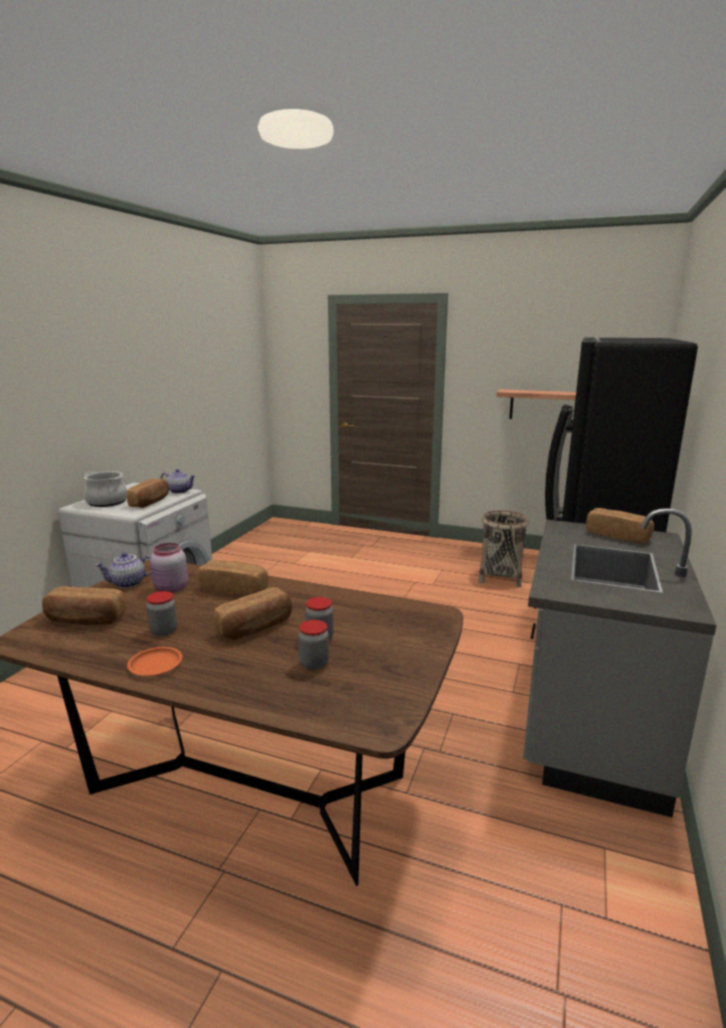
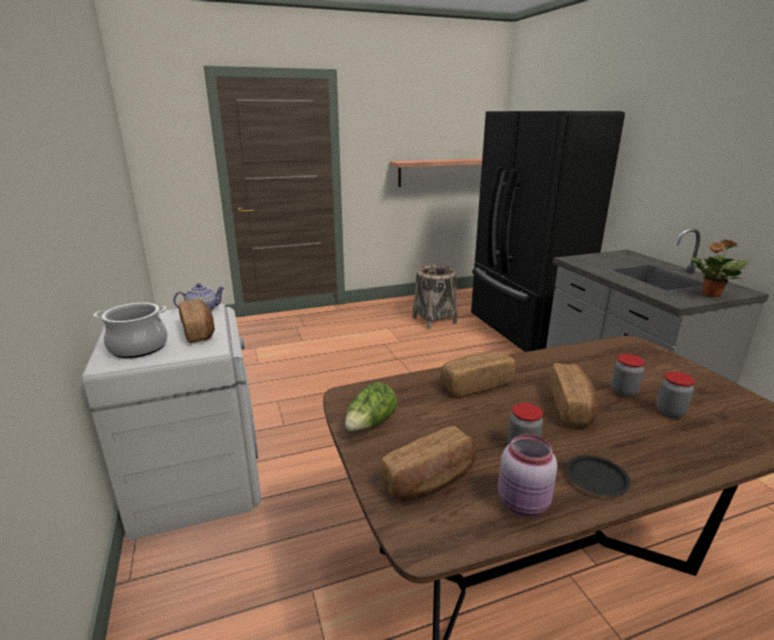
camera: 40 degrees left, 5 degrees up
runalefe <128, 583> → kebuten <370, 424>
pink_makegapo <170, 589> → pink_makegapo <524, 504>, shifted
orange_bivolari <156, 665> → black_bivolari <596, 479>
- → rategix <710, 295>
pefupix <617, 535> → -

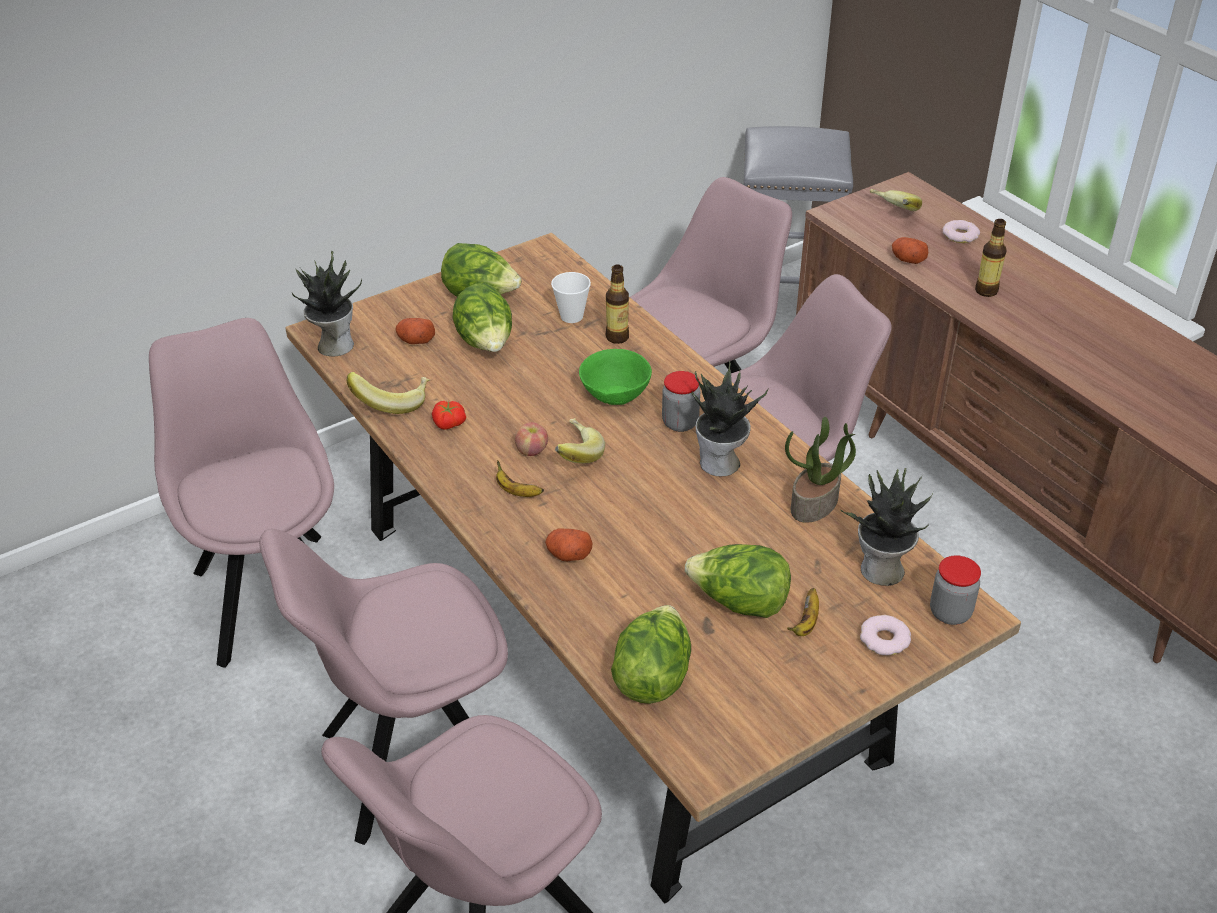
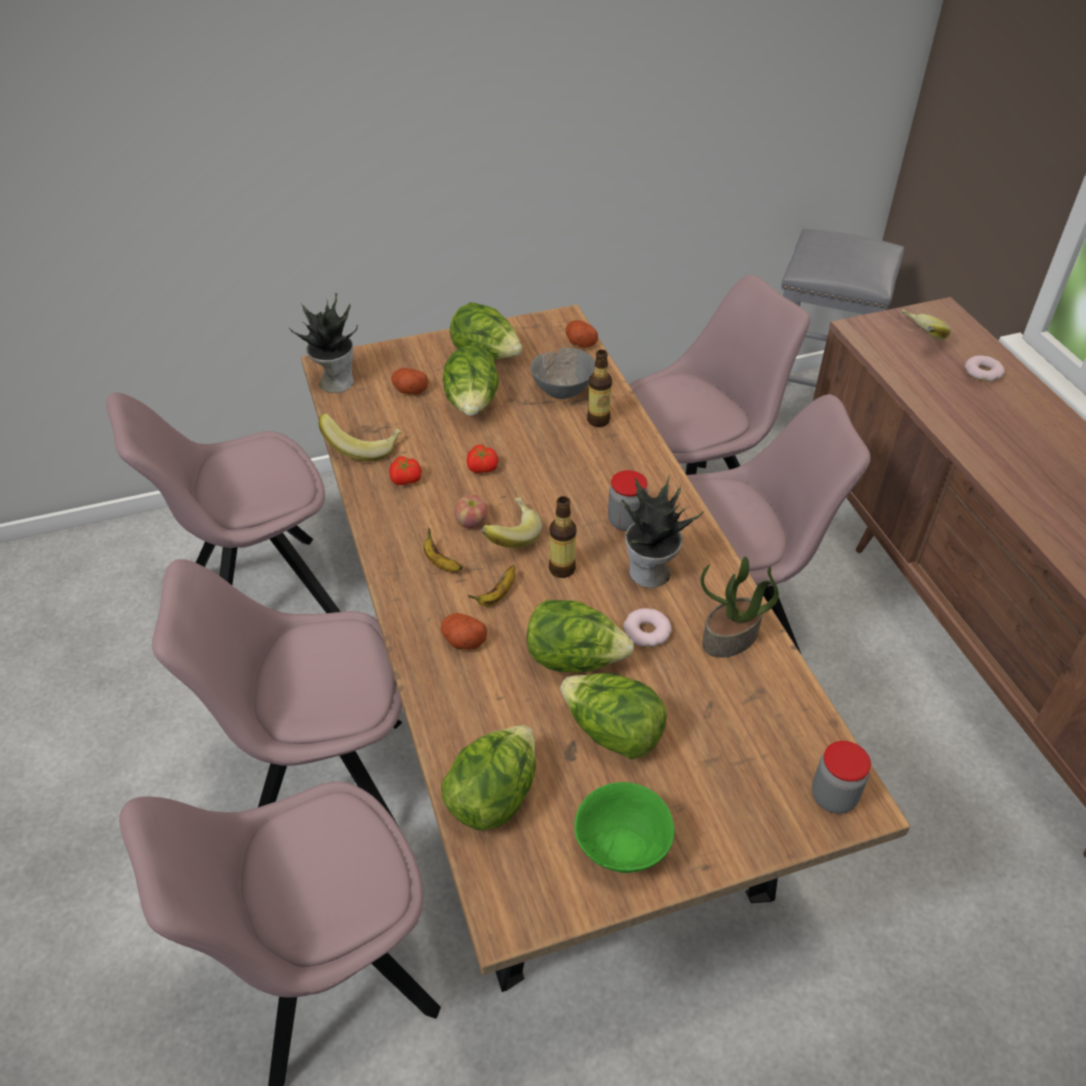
camera: 15 degrees right, 5 degrees up
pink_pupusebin <273, 596> → pink_pupusebin <263, 596>, 105 degrees counterclockwise
- → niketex <481, 468>
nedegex <806, 623> → nedegex <497, 595>, shifted
- → kebuten <574, 659>
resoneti <571, 316> → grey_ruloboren <563, 391>
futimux <986, 291> → futimux <562, 569>, shifted
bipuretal <907, 259> → bipuretal <580, 342>, shifted
green_ruloboren <615, 398> → green_ruloboren <621, 849>, shifted
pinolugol <884, 639> → pinolugol <646, 631>, shifted
rategix <881, 571> → -

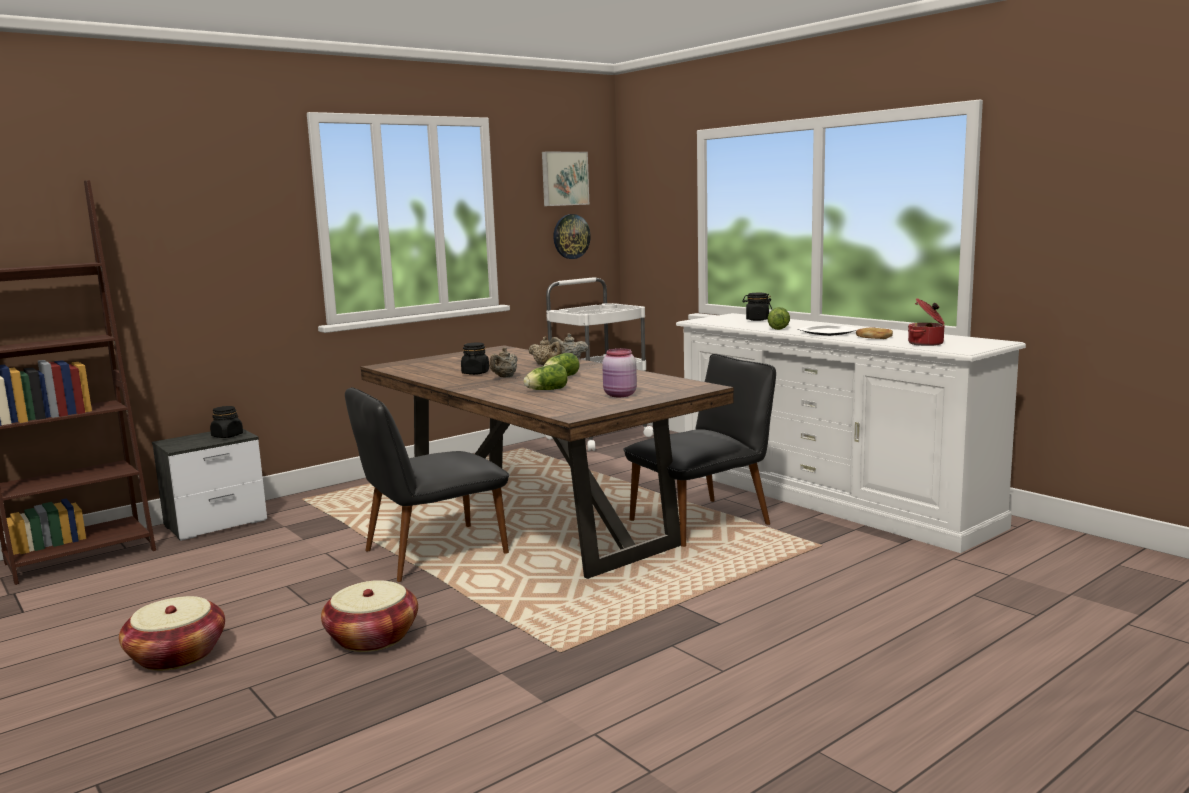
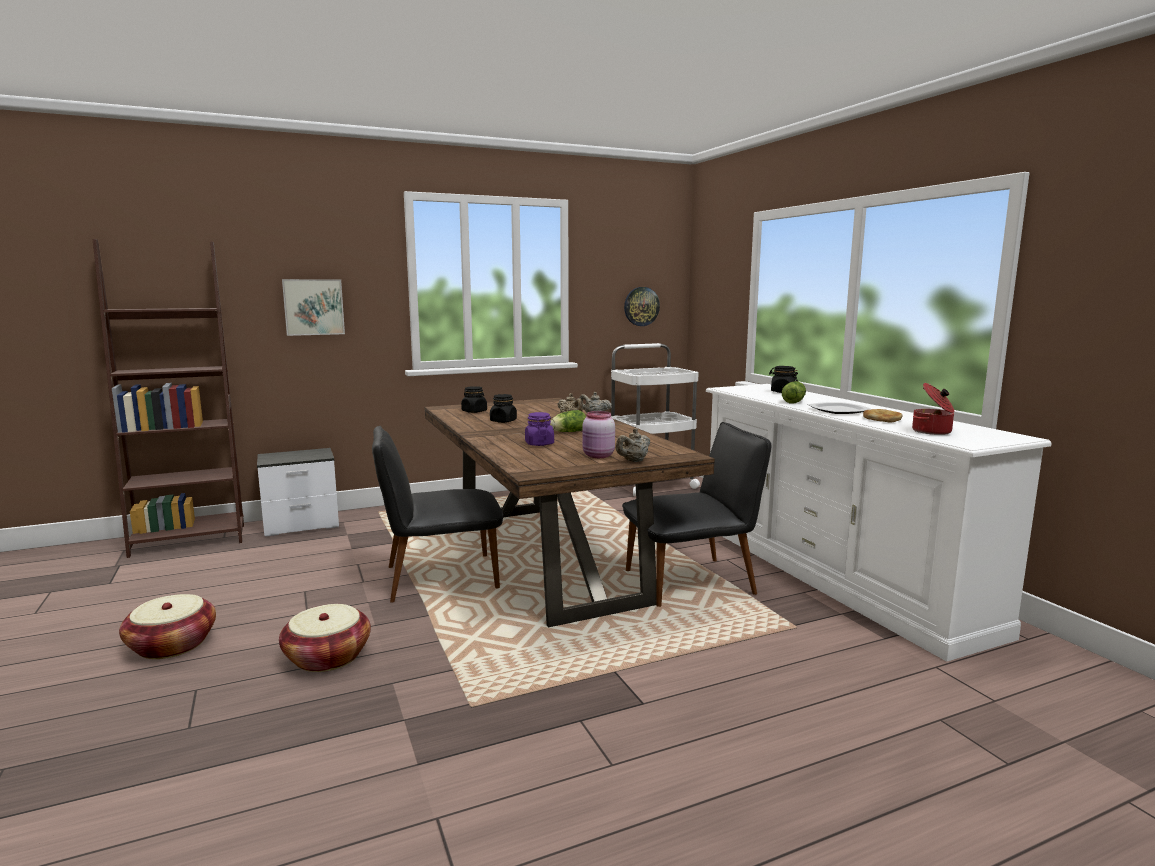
camera: 15 degrees right, 0 degrees up
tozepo <564, 178> → tozepo <313, 307>, shifted
black_makegapo <227, 436> → black_makegapo <474, 411>, shifted
kebuten <545, 390> → purple_makegapo <539, 444>
beige_runalefe <504, 377> → beige_runalefe <633, 461>, shifted

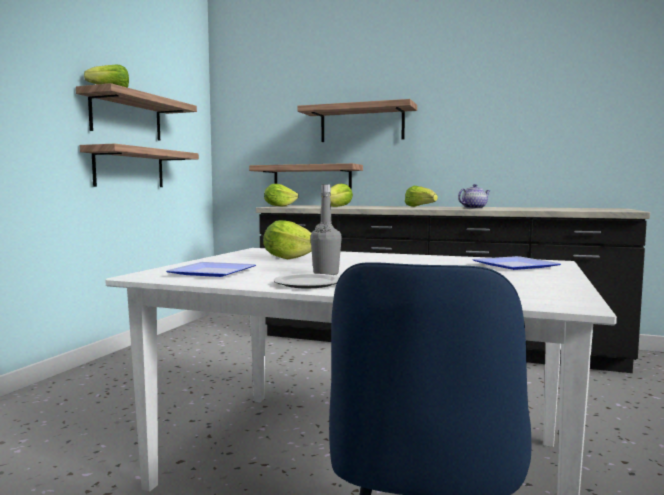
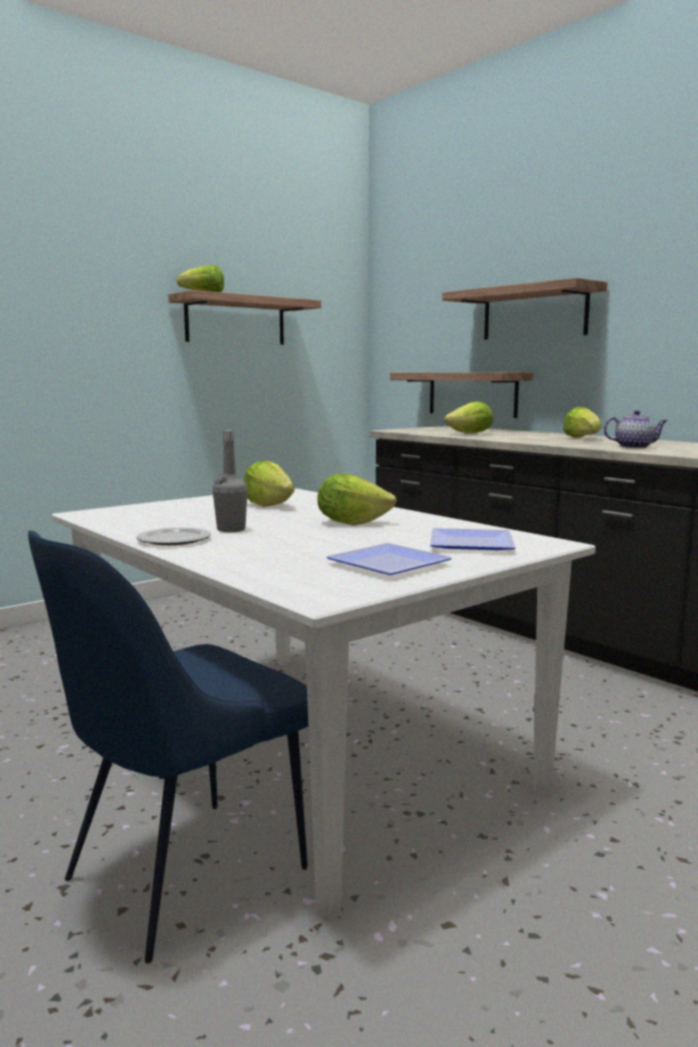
camera: 30 degrees right, 5 degrees up
kebuten <279, 206> → kebuten <351, 523>, shifted
bivolari <209, 273> → bivolari <384, 564>, shifted
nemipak <129, 168> → -

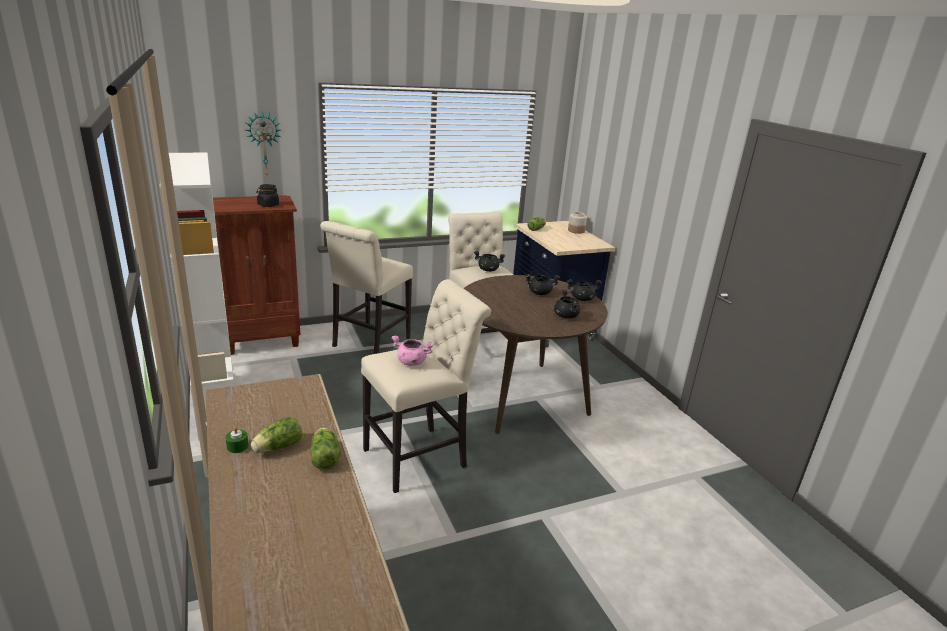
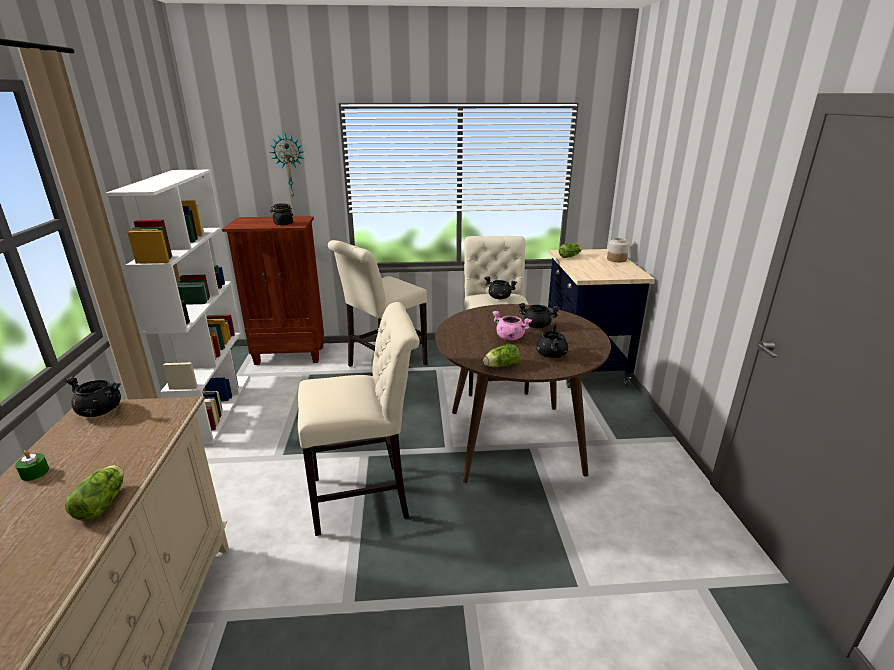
camera: 20 degrees right, 0 degrees up
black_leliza <582, 299> → black_leliza <100, 411>, shifted
kebuten <276, 447> → kebuten <500, 366>, shifted
pink_leliza <411, 362> → pink_leliza <509, 337>, shifted

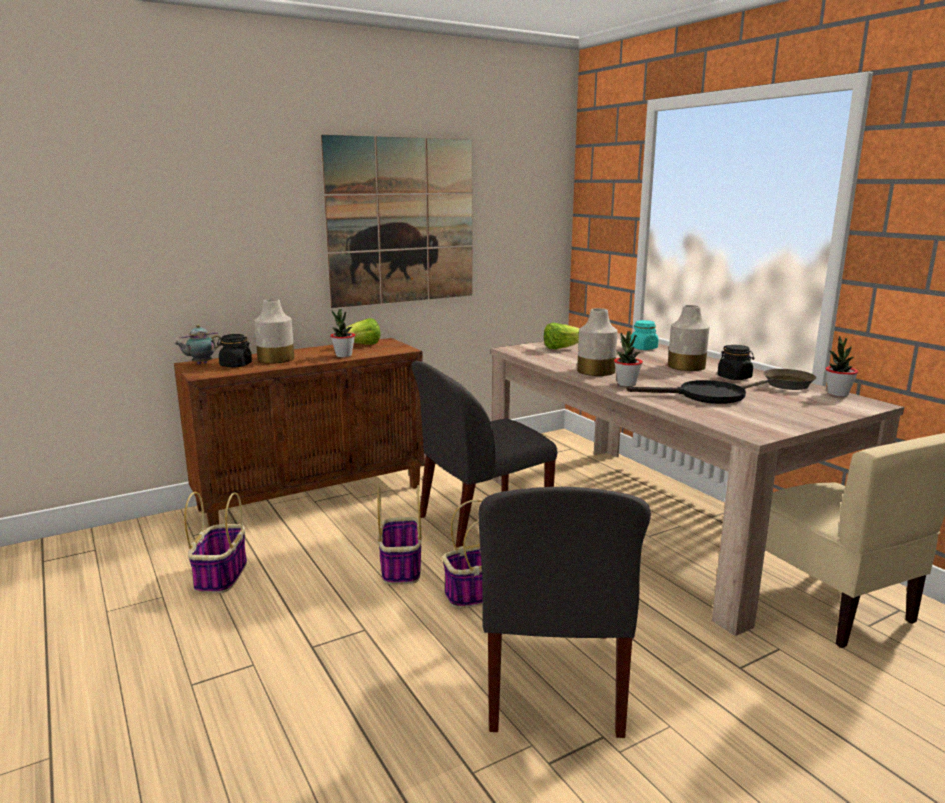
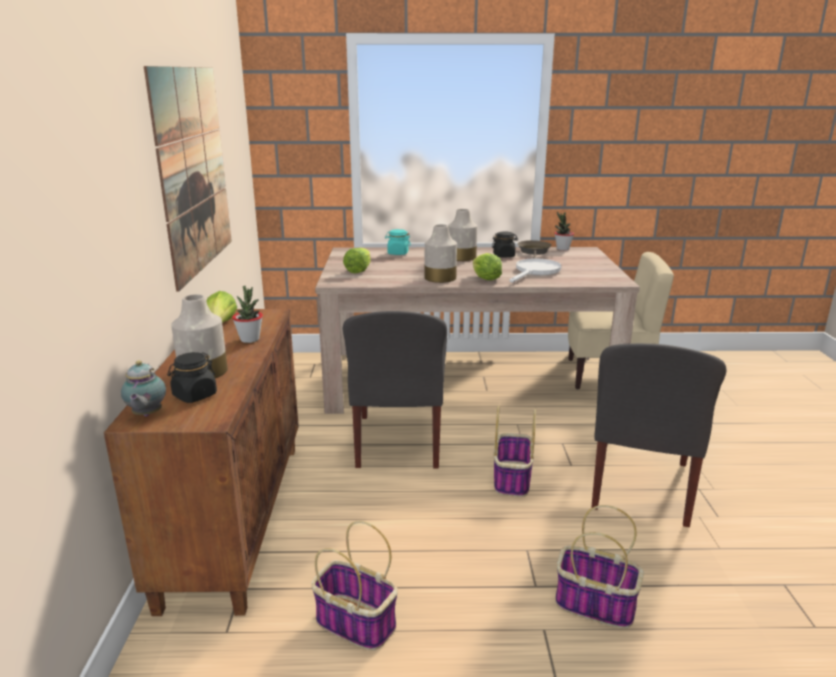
camera: 60 degrees left, 5 degrees up
rategix <626, 384> → kebuten <485, 279>
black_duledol <702, 396> → white_duledol <535, 272>
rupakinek <400, 567> → rupakinek <593, 604>, shifted
grey_pupusebin <552, 683> → grey_pupusebin <639, 487>, 75 degrees clockwise

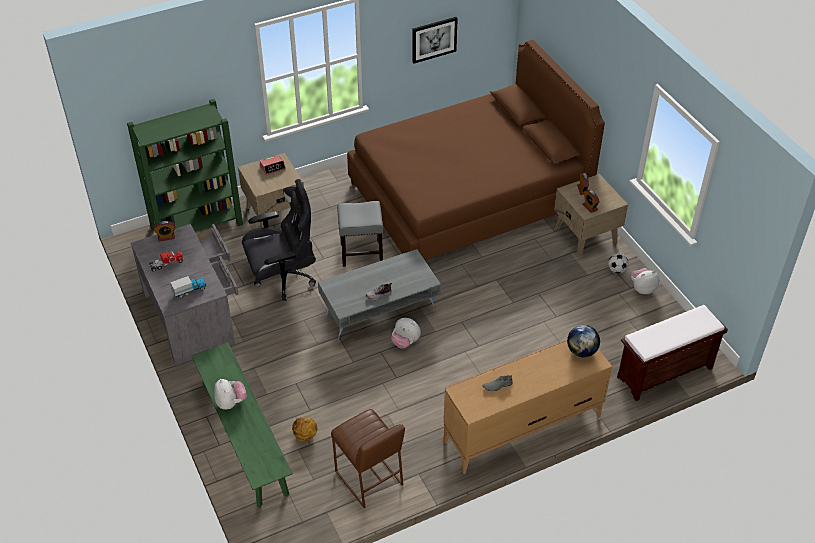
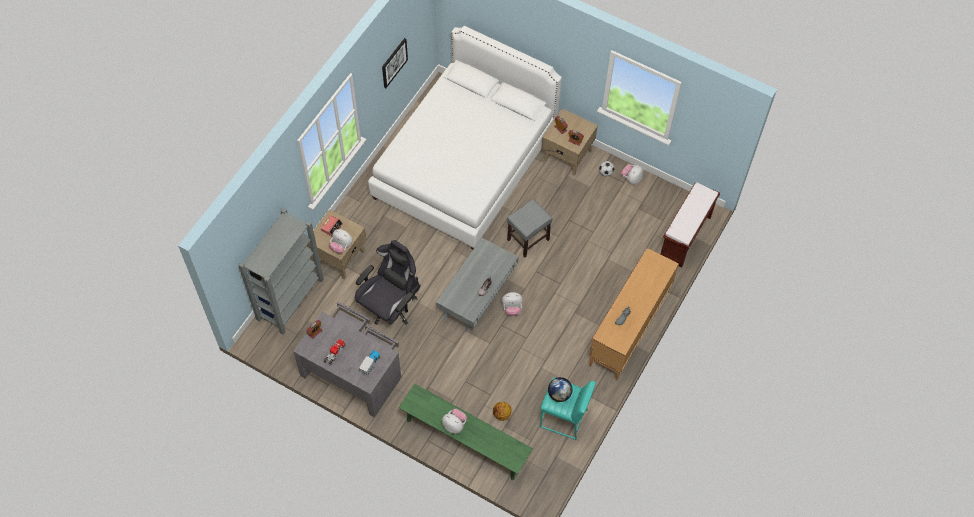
camera: 35 degrees left, 15 degrees up
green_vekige <197, 225> → grey_vekige <290, 299>
- → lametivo <341, 246>
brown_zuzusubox <468, 196> → white_zuzusubox <464, 164>
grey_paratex <361, 254> → grey_paratex <528, 240>, shifted
brown_paratex <369, 479> → turquoise_paratex <564, 418>
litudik <581, 351> → litudik <559, 394>, shifted

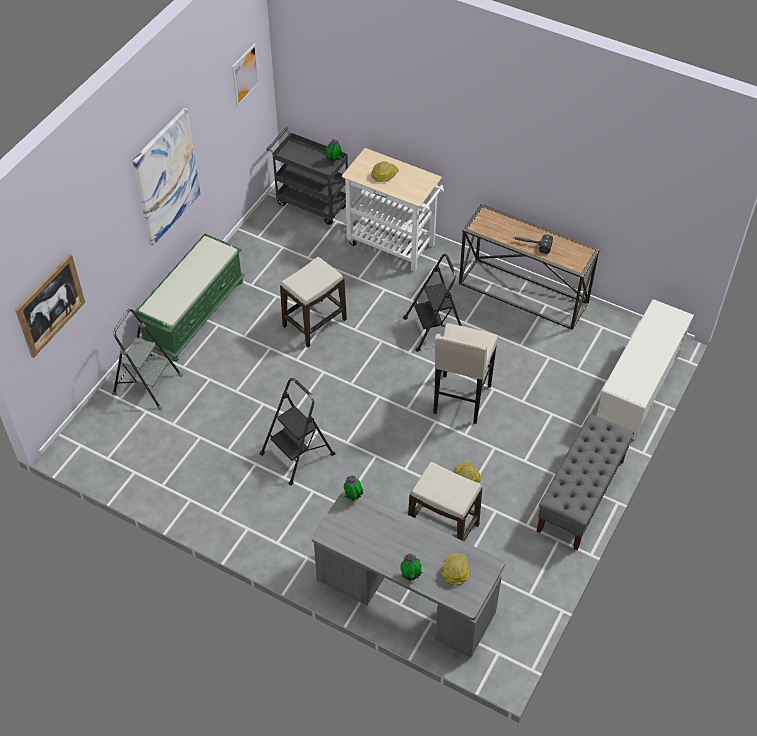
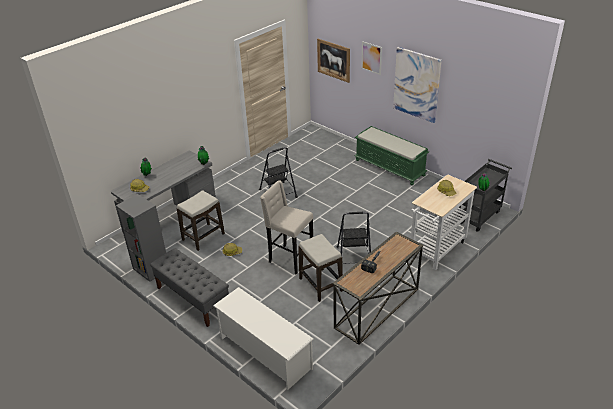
camera: 105 degrees right, 15 degrees down
- → grey_vekige <150, 269>
paratex <314, 323> → paratex <321, 285>, shifted
tozepo <245, 74> → tozepo <371, 58>, shifted
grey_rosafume <145, 383> → -

